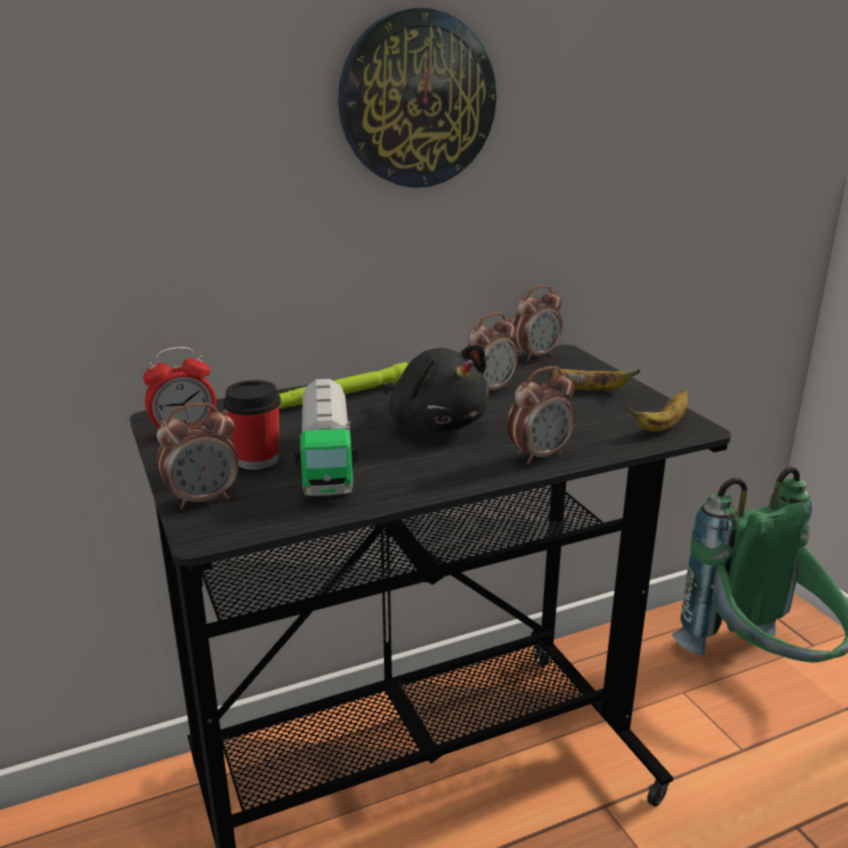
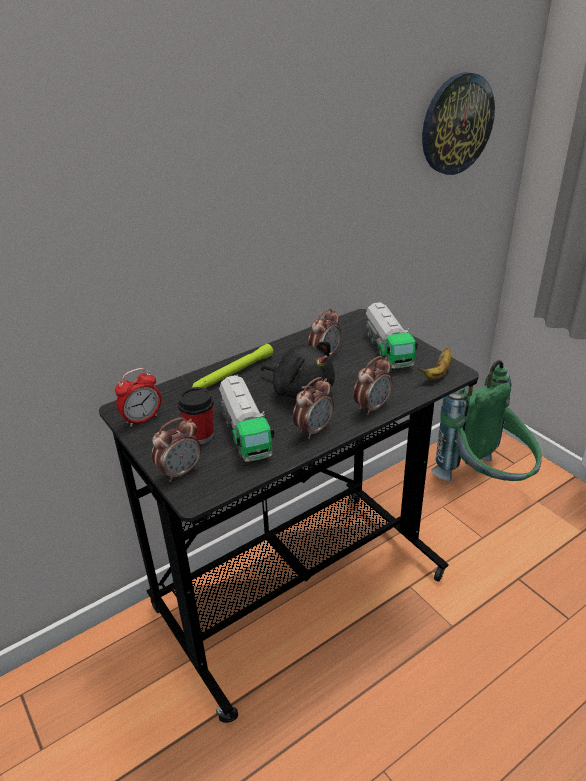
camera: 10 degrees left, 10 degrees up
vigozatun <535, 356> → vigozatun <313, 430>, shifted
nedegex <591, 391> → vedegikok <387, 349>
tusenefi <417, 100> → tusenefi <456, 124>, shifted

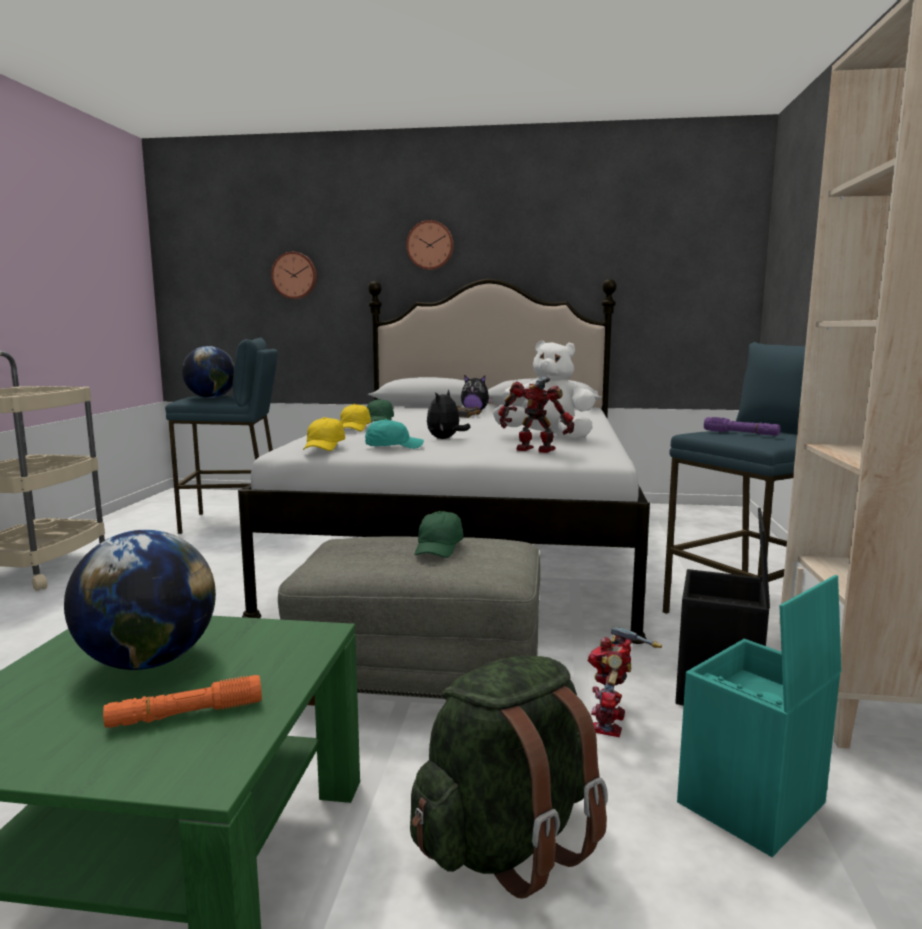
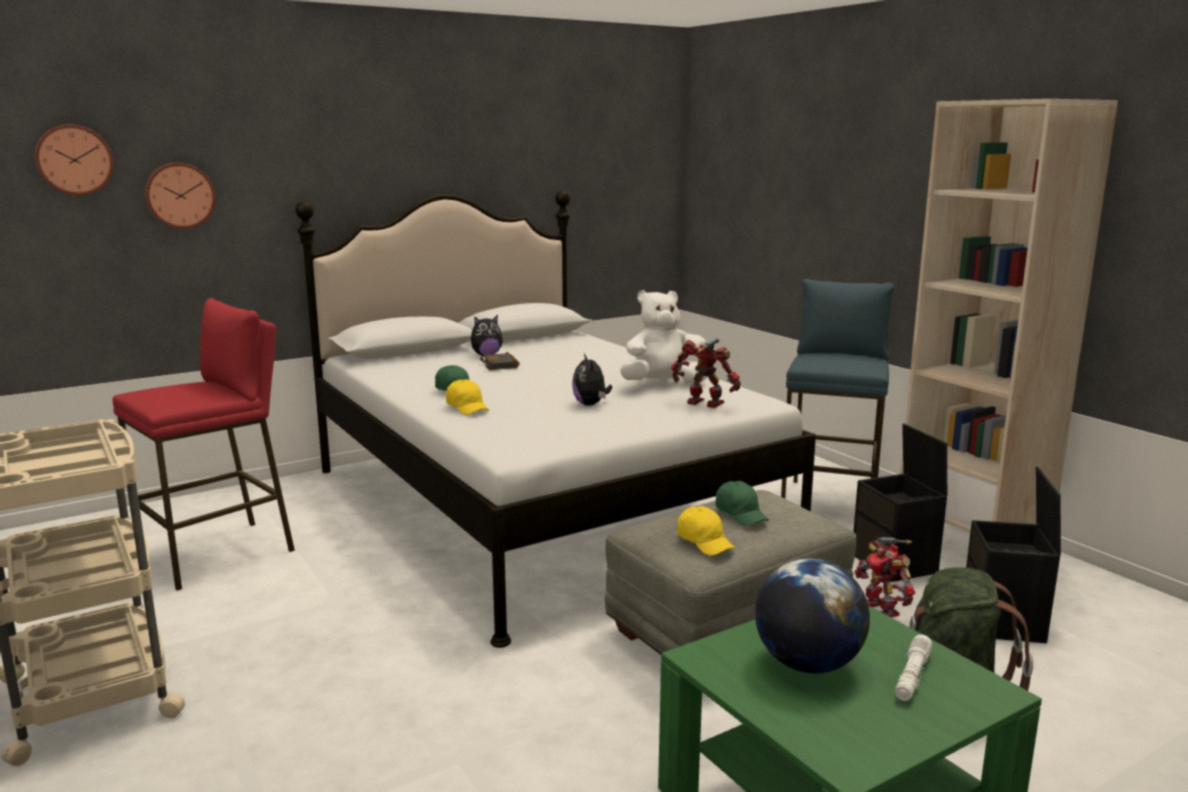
camera: 40 degrees left, 5 degrees up
tusenefi <430, 245> → tusenefi <74, 160>, shifted
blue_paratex <234, 522> → red_paratex <219, 554>
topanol <535, 450> → topanol <704, 404>, 45 degrees clockwise
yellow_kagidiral <324, 447> → yellow_kagidiral <705, 542>, shifted
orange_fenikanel <185, 714> → white_fenikanel <912, 676>
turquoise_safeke <752, 805> → black_safeke <1004, 622>
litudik <211, 397> → -
turquoise_kagidiral <393, 447> → -
purple_fenikanel <741, 433> → -

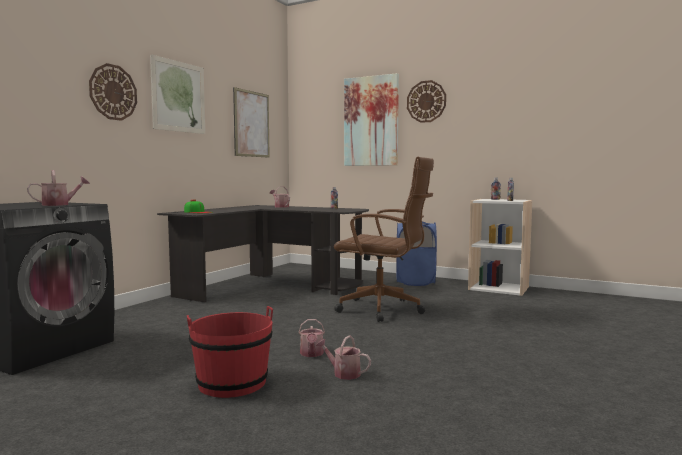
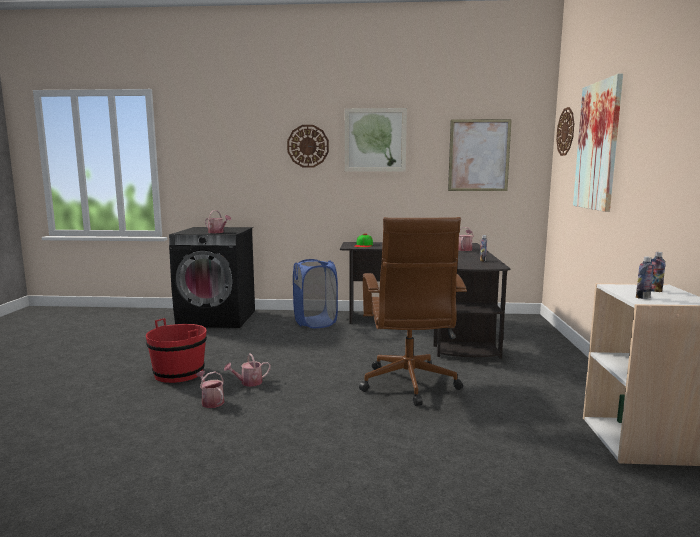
camera: 65 degrees right, 5 degrees up
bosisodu <343, 373> → bosisodu <211, 401>, 45 degrees counterclockwise
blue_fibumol <415, 282> → blue_fibumol <315, 322>, shifted
tusenefi <426, 101> → tusenefi <566, 131>, shifted

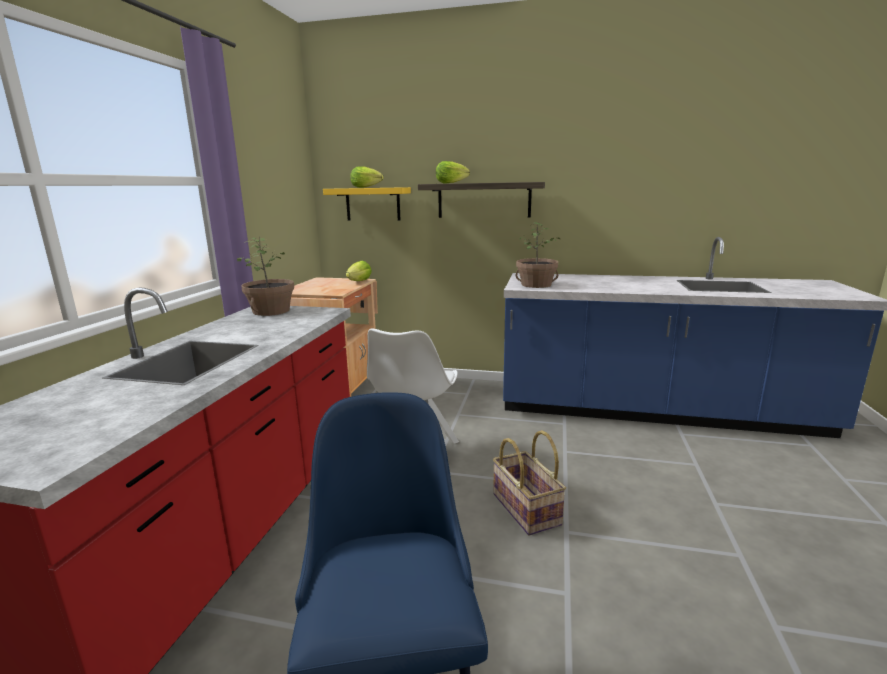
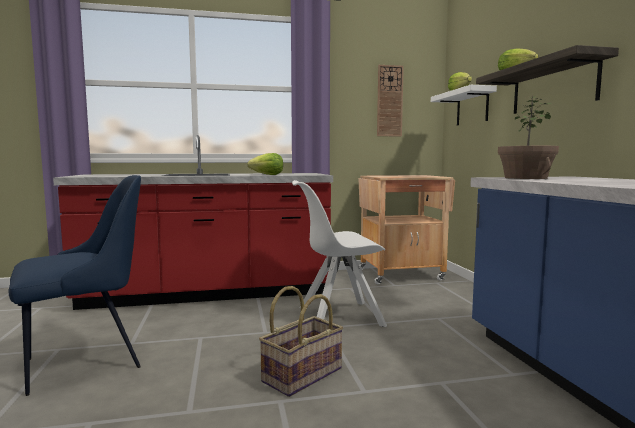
camera: 65 degrees right, 10 degrees down
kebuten <359, 281> → kebuten <267, 175>, shifted
- → tusenefi <389, 101>
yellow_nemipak <373, 204> → white_nemipak <472, 107>
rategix <271, 311> → -

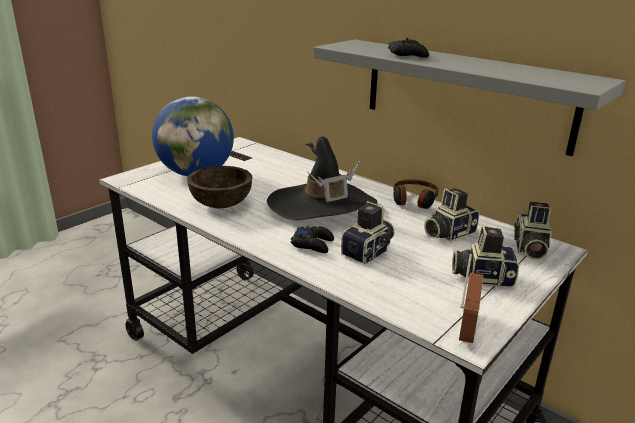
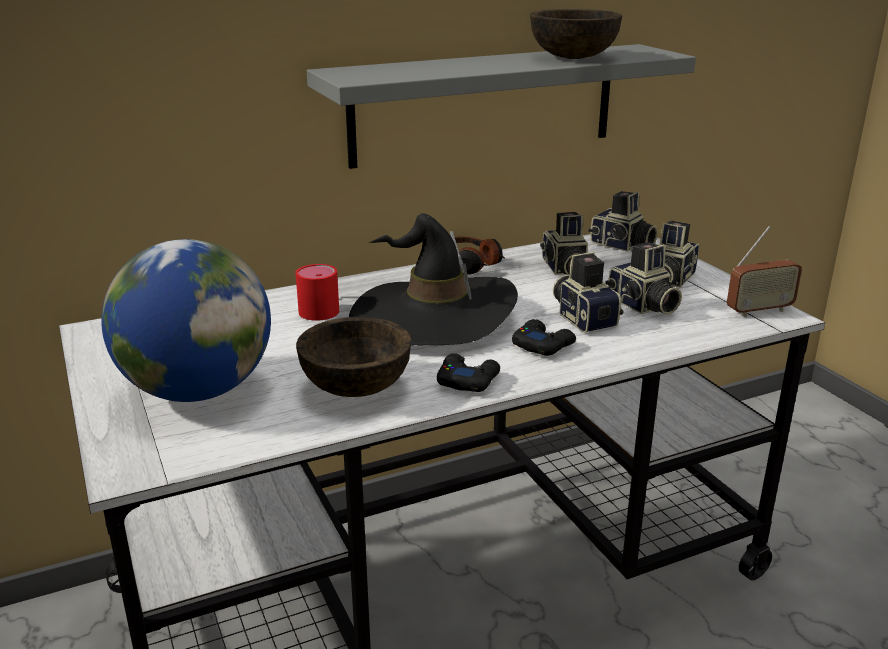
camera: 65 degrees left, 0 degrees up
- → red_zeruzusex <320, 307>
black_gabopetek <408, 55> → black_gabopetek <467, 380>, shifted
- → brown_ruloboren <572, 57>
- → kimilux <642, 306>
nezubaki <466, 328> → nezubaki <759, 310>, 120 degrees clockwise

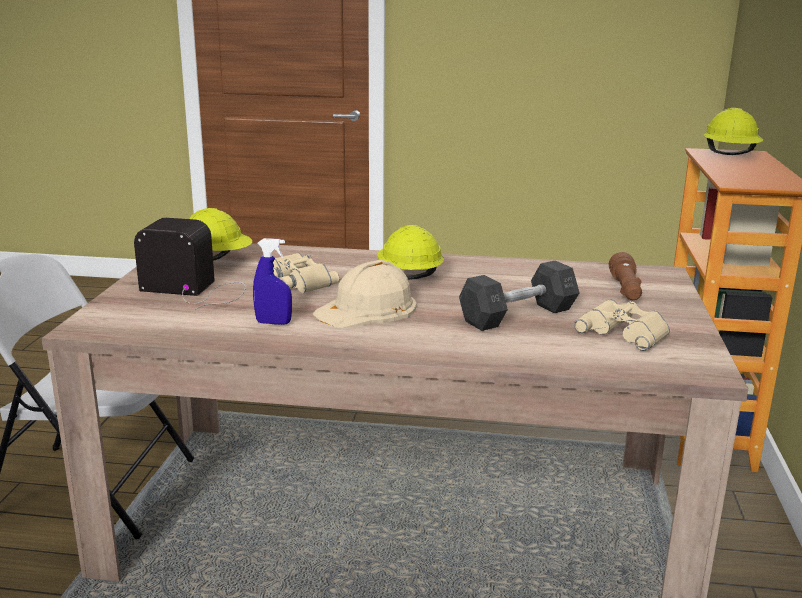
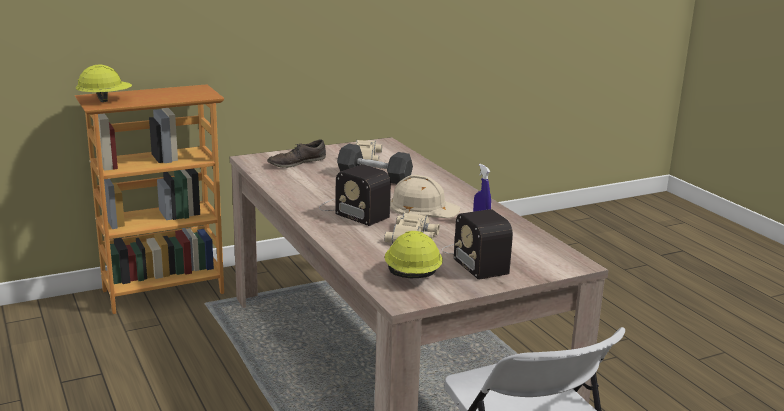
camera: 125 degrees left, 0 degrees up
brown_fenikanel <625, 290> → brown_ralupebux <296, 162>
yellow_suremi <409, 276> → nezubaki <352, 210>

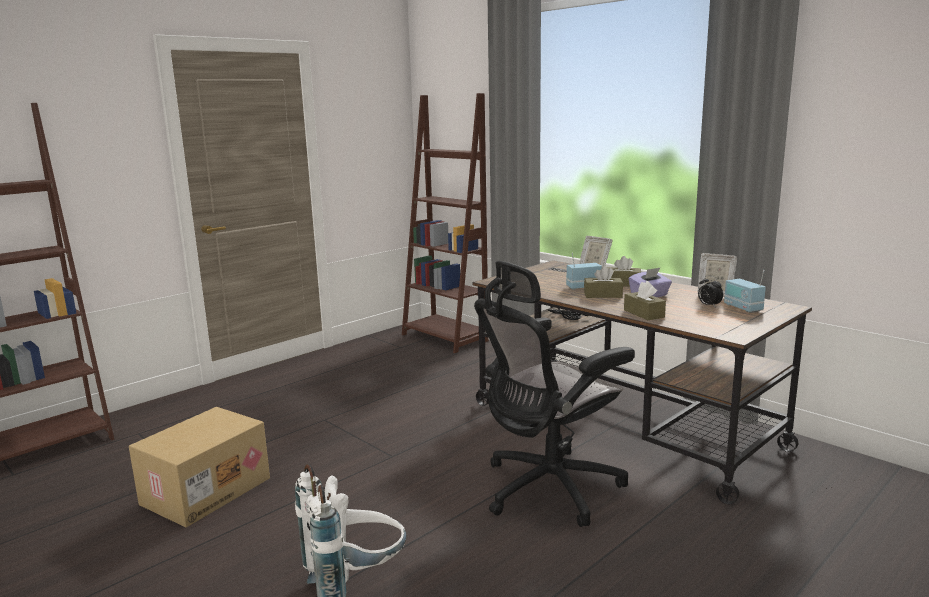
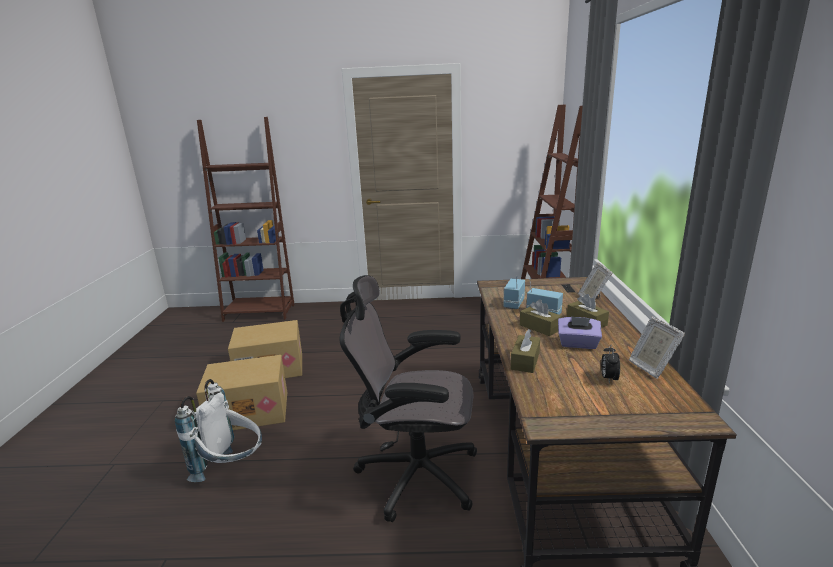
camera: 45 degrees right, 5 degrees up
- → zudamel <250, 411>
nezubaki <742, 308> → nezubaki <513, 303>, shifted

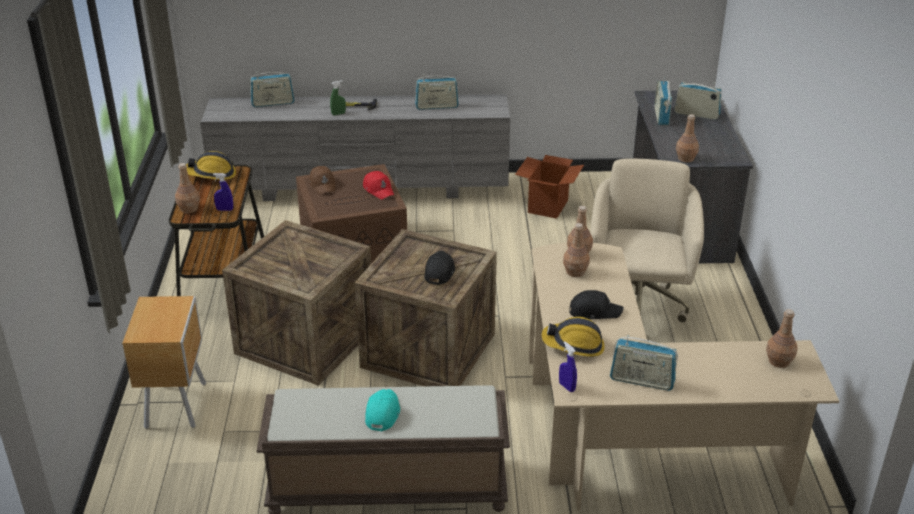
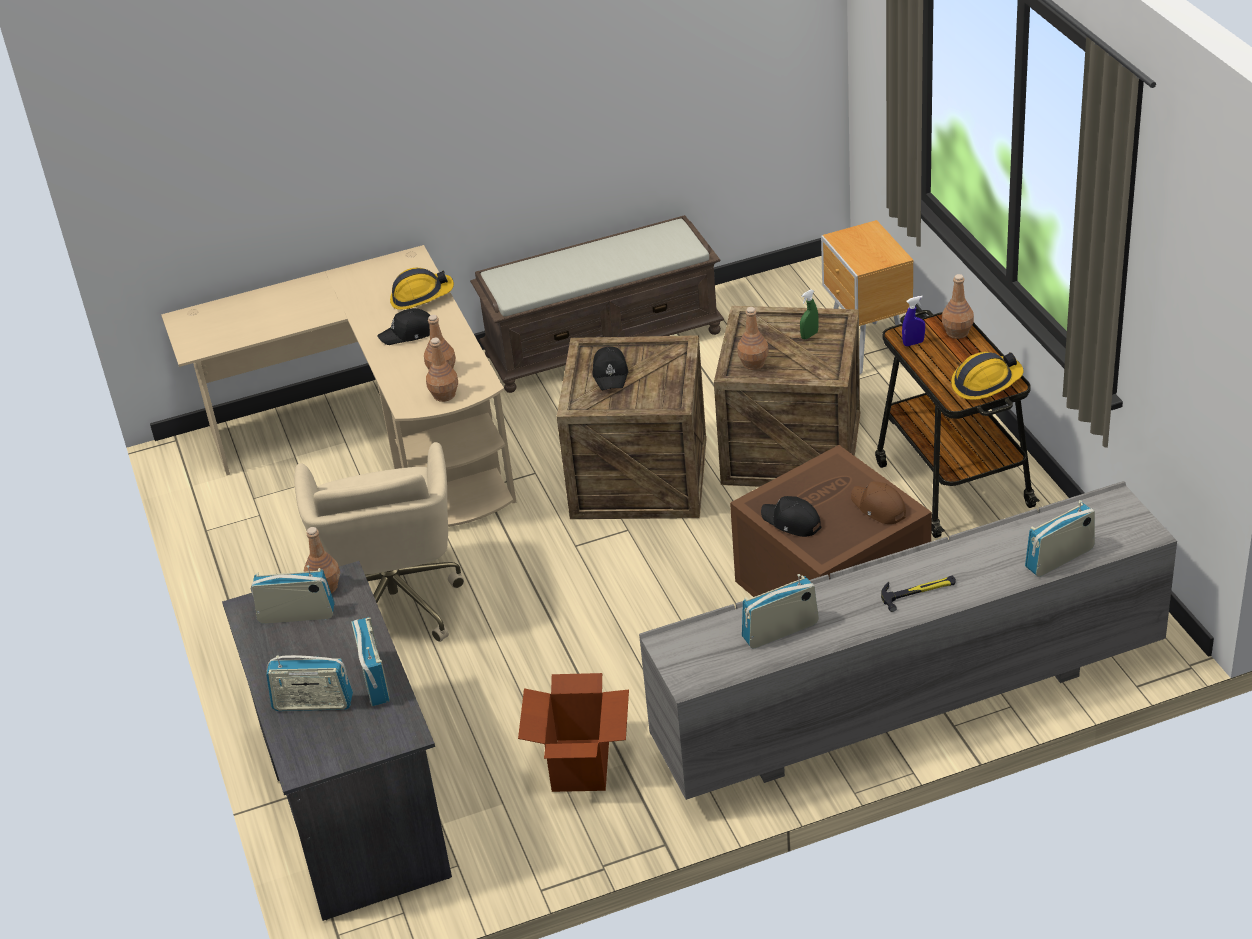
camera: 165 degrees right, 5 degrees up
nezubaki <642, 381> → nezubaki <297, 615>, shifted
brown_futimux <779, 361> → brown_futimux <753, 364>, shifted
red_kagidiral <379, 189> → black_kagidiral <791, 522>
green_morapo <338, 114> → green_morapo <809, 335>, shifted
turquoise_kagidiral <382, 413> → -
blue_morapo <567, 387> → -

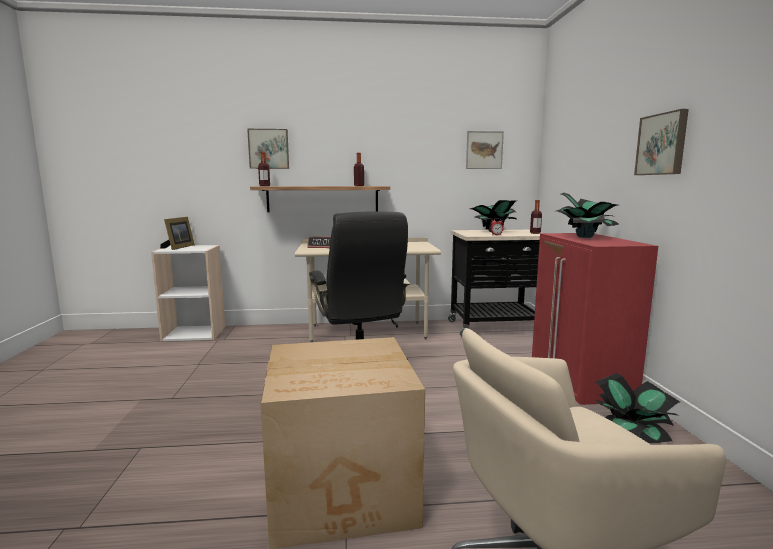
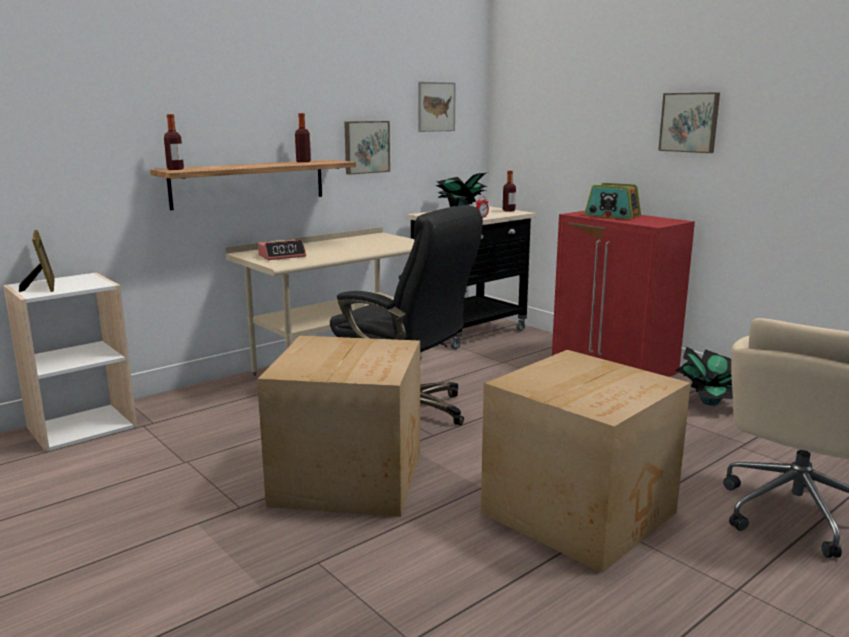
camera: 35 degrees left, 5 degrees up
- → zudamel <351, 477>
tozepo <269, 149> → tozepo <366, 147>, shifted
rategix <585, 237> → nezubaki <612, 215>

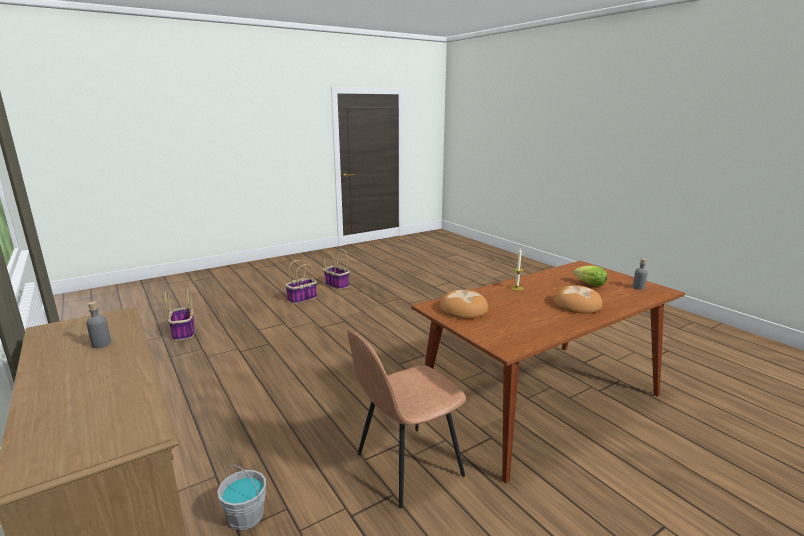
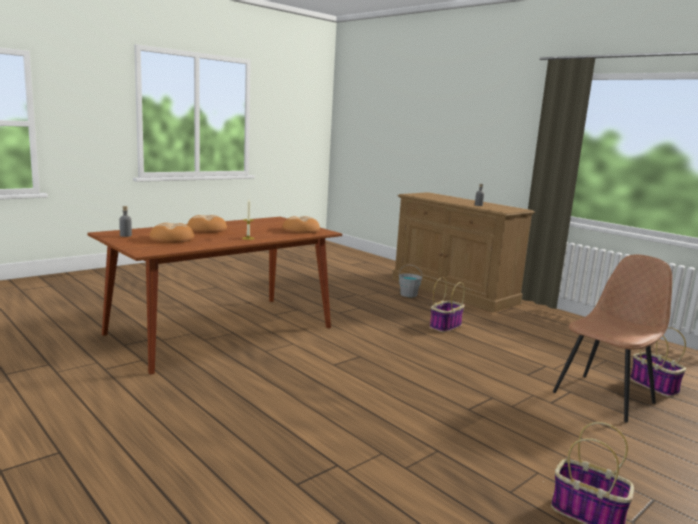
camera: 170 degrees right, 5 degrees down
kebuten <588, 284> → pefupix <172, 238>
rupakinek <302, 299> → rupakinek <445, 326>, shifted
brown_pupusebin <406, 465> → brown_pupusebin <605, 397>, shifted

